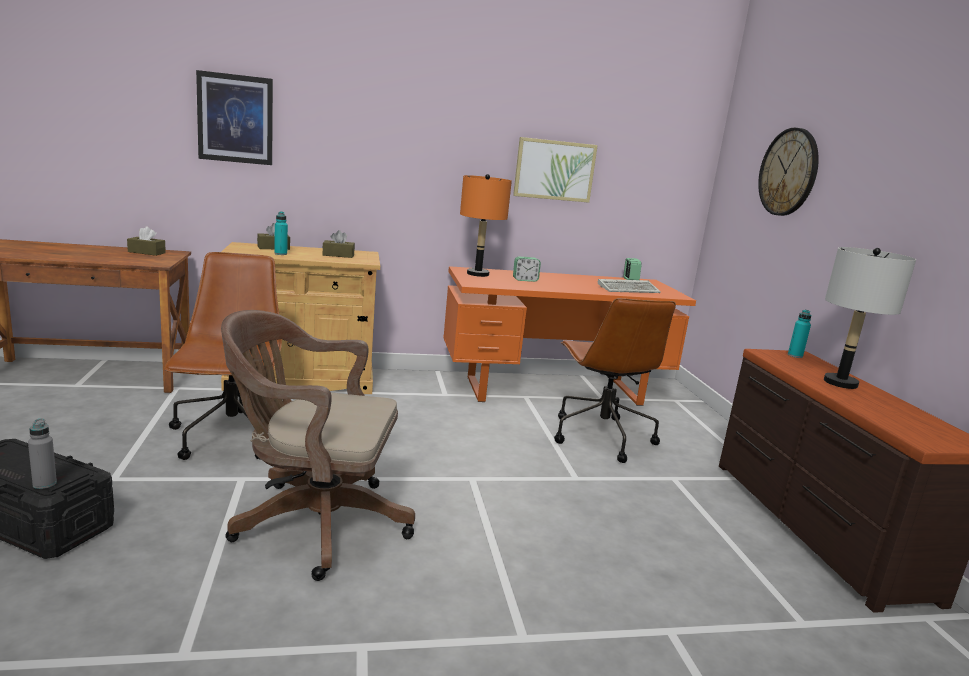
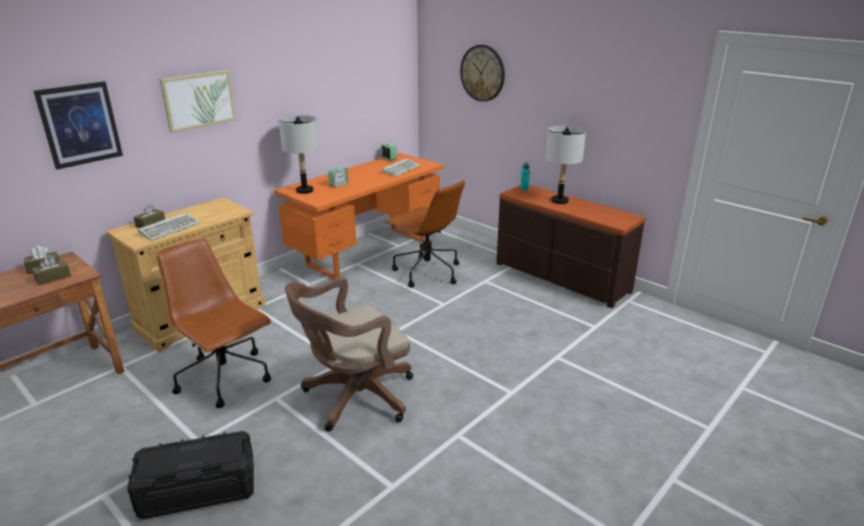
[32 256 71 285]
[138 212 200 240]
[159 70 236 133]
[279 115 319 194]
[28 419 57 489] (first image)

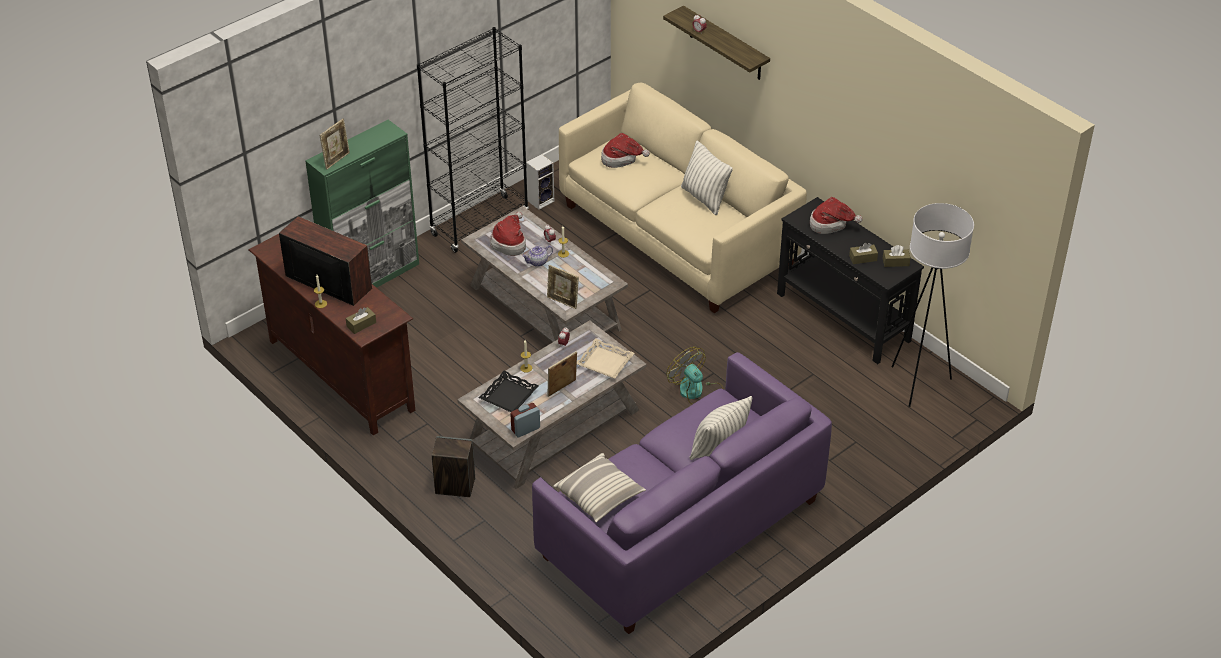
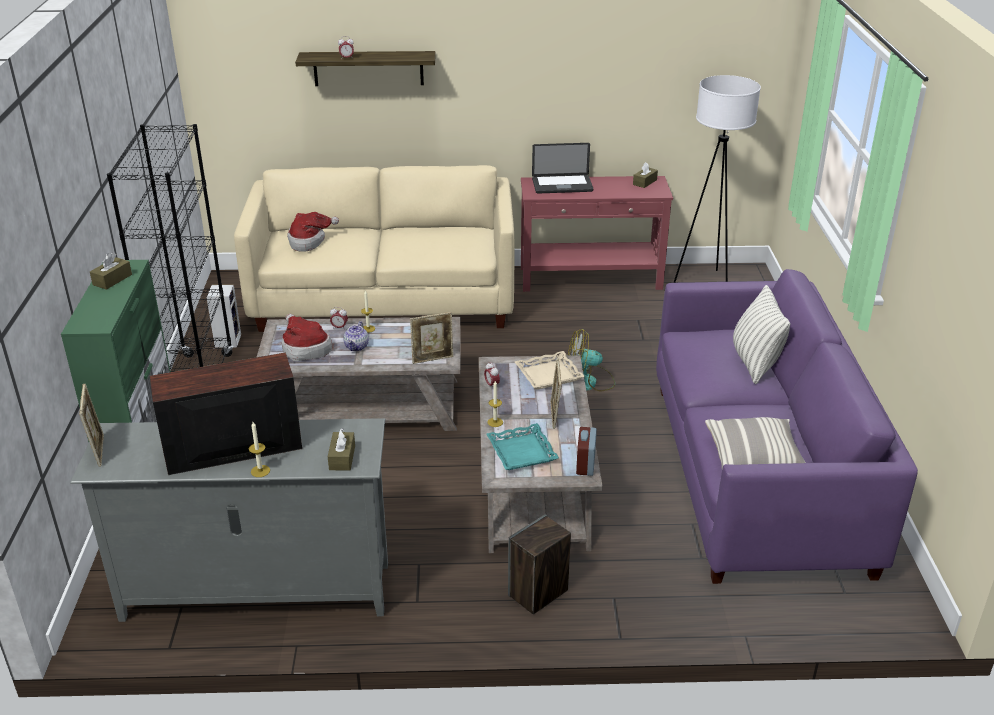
[70 418 388 622]
[79 384 104 467]
[90 253 132 290]
[486 423 559 470]
[521 176 673 292]
[532 143 593 194]
[681 141 733 215] (first image)

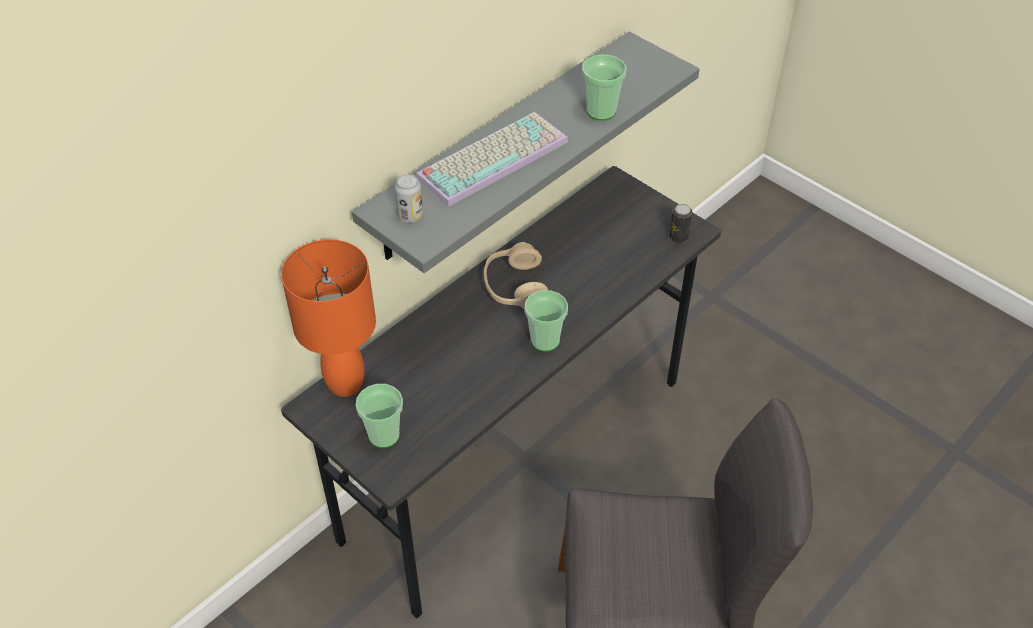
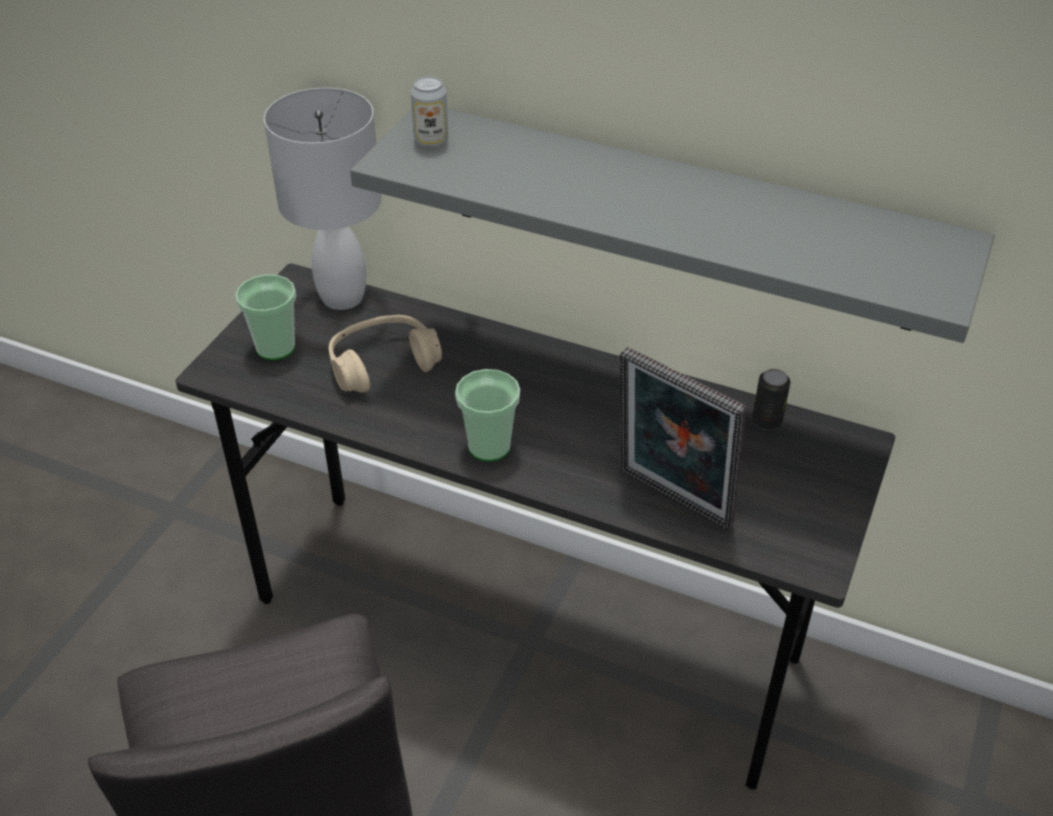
[264 88 382 310]
[329 315 442 393]
[620 347 746 530]
[752 369 790 430]
[416 112 568 207] (first image)
[582 55 626 121] (first image)

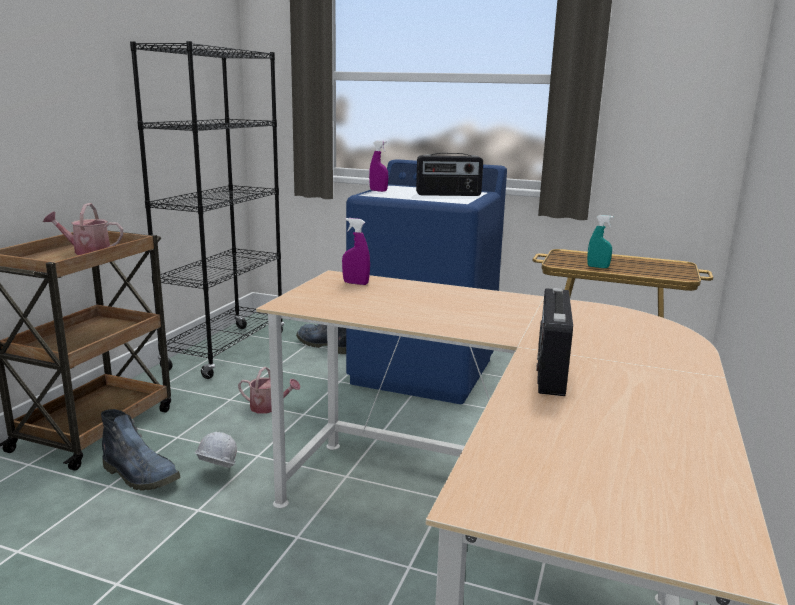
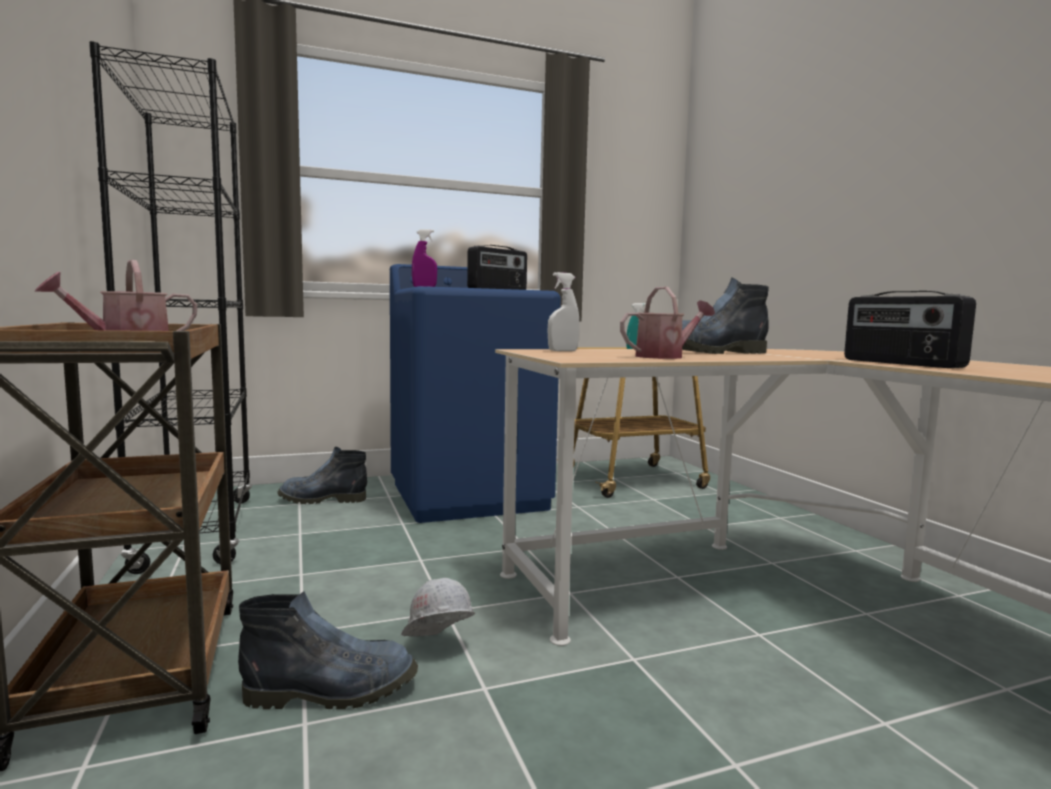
[547 272 579 351]
[620 287 715 359]
[682 277 769 354]

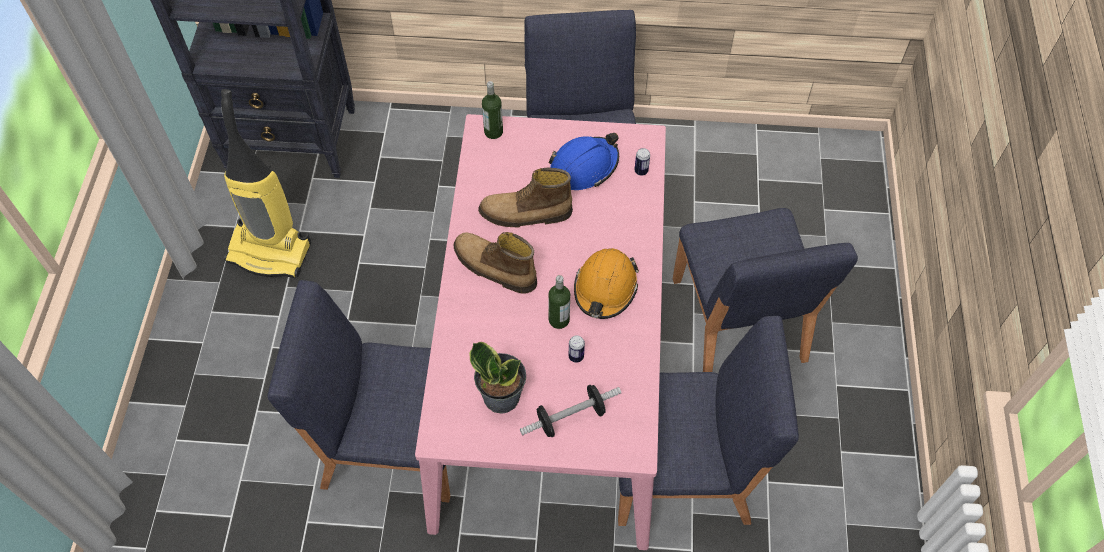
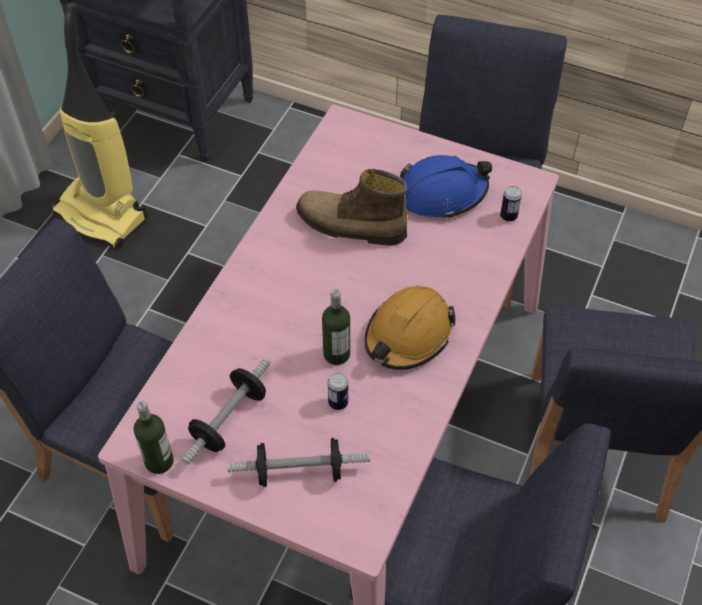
[134 401 174 474]
[182 358 271 465]
[454 232 537 294] (first image)

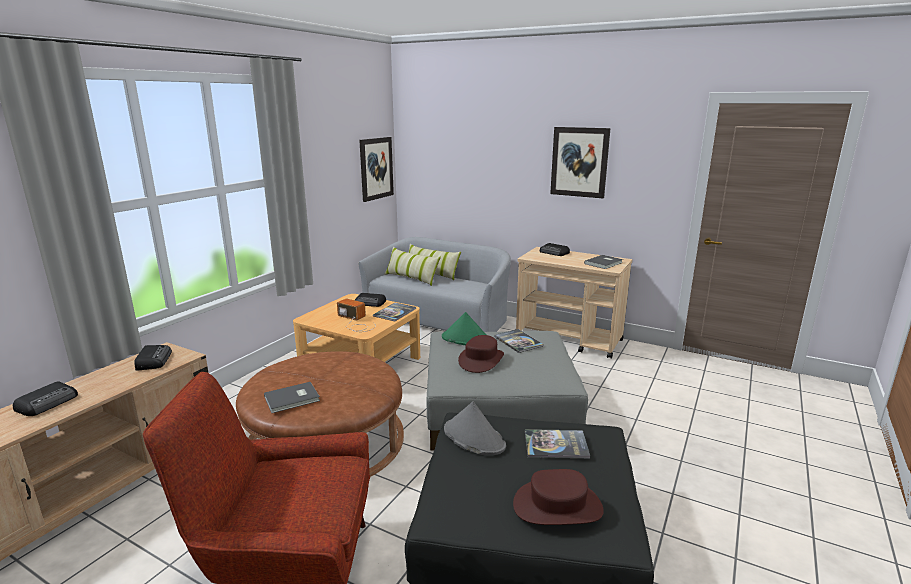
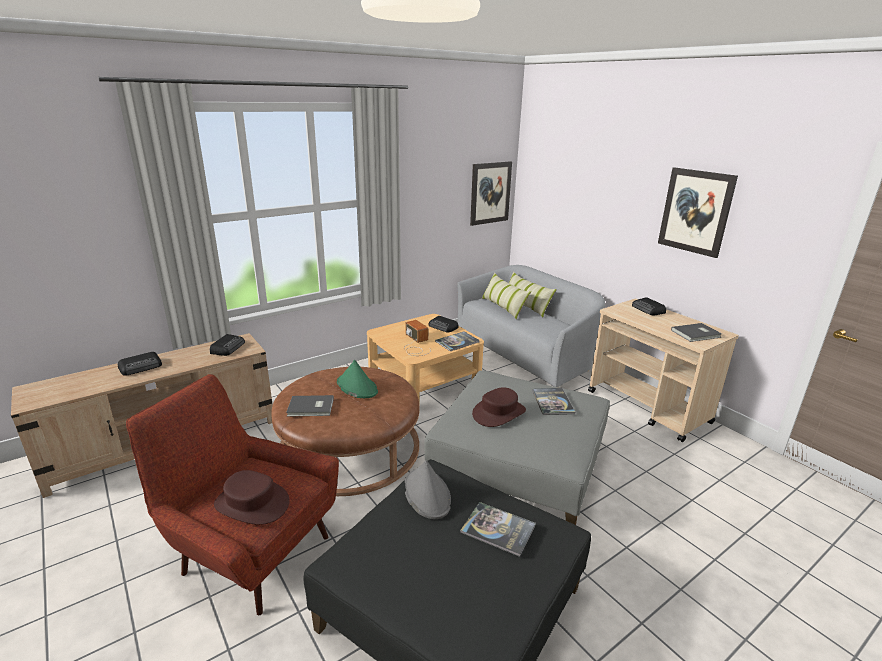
[214 470 290 525]
[337 360 378 398]

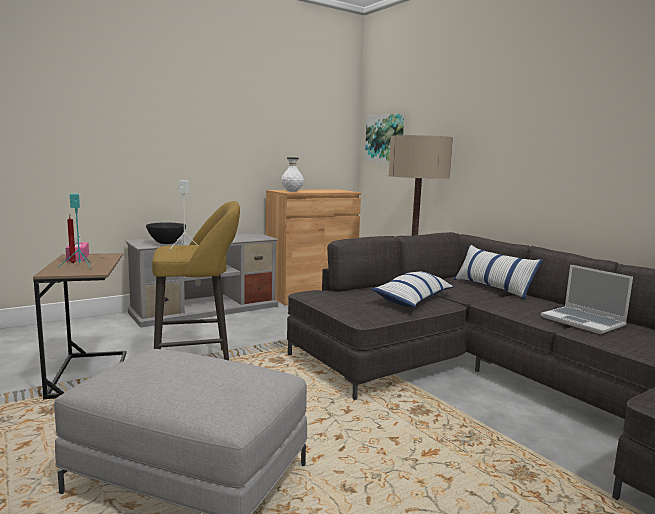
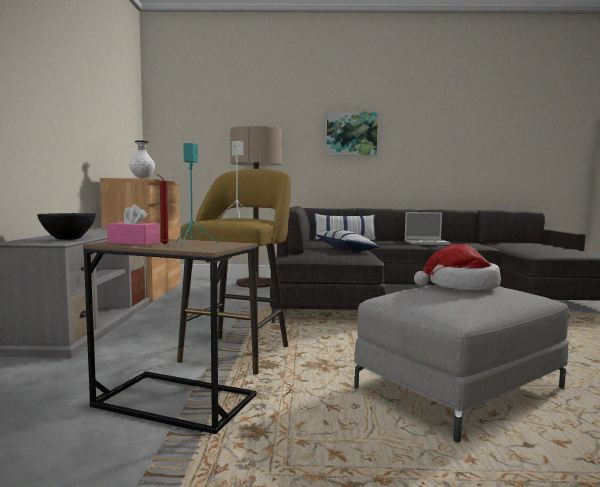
[326 111 378 156]
[414 244 501 290]

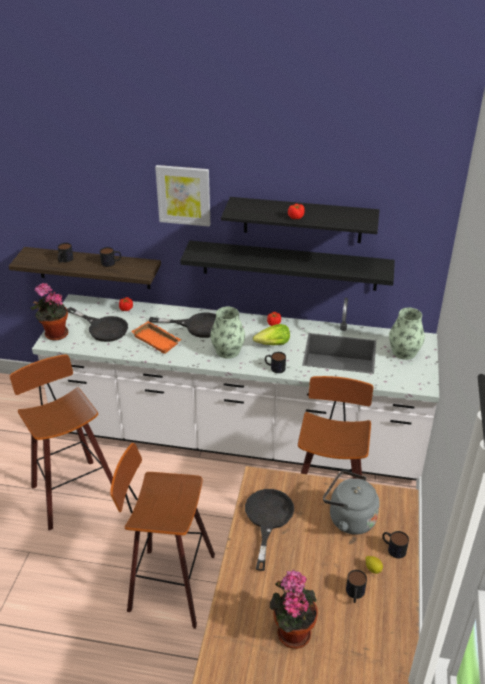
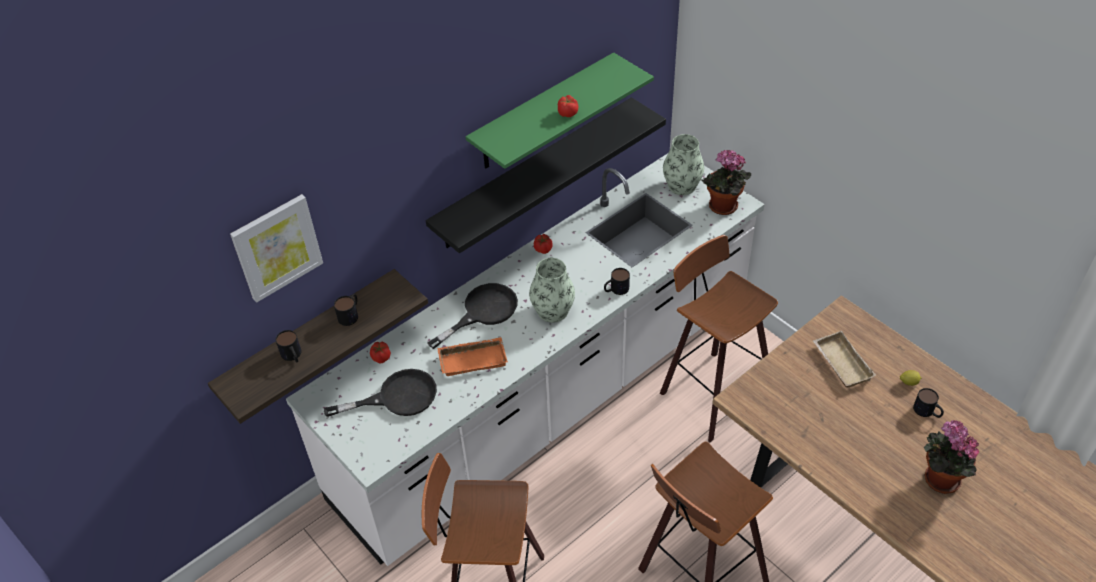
[230 194 323 303]
[465 52 654 169]
[701 150 751 215]
[813 331 876 388]
[245 489 294 571] (first image)
[253 324 290 345] (first image)
[382 531 409 558] (first image)

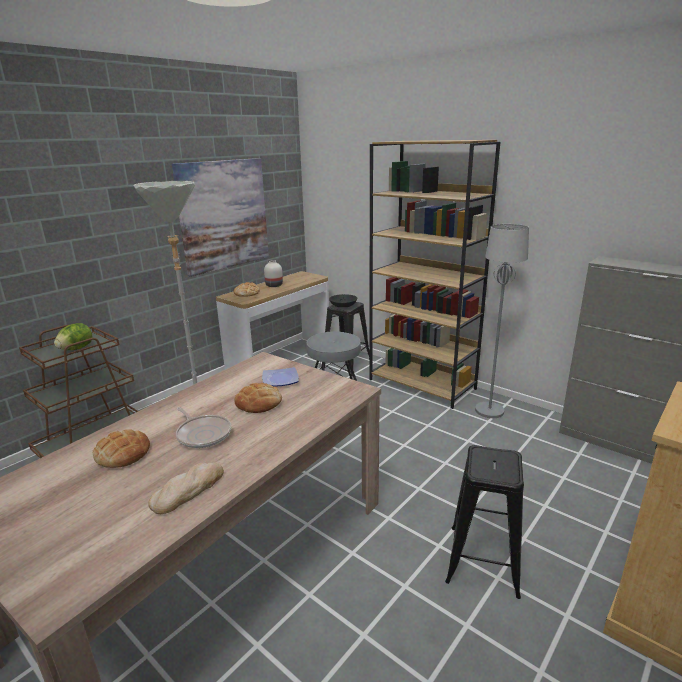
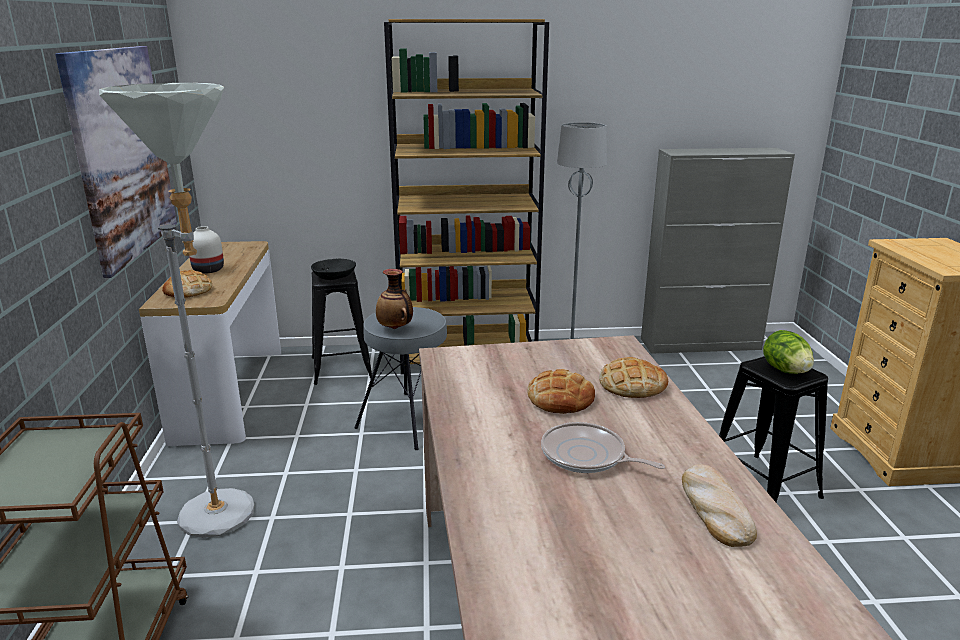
[376 269 413 329]
[541 422 665 473]
[599 357 668 398]
[763 330 814 374]
[262 367 299 387] (first image)

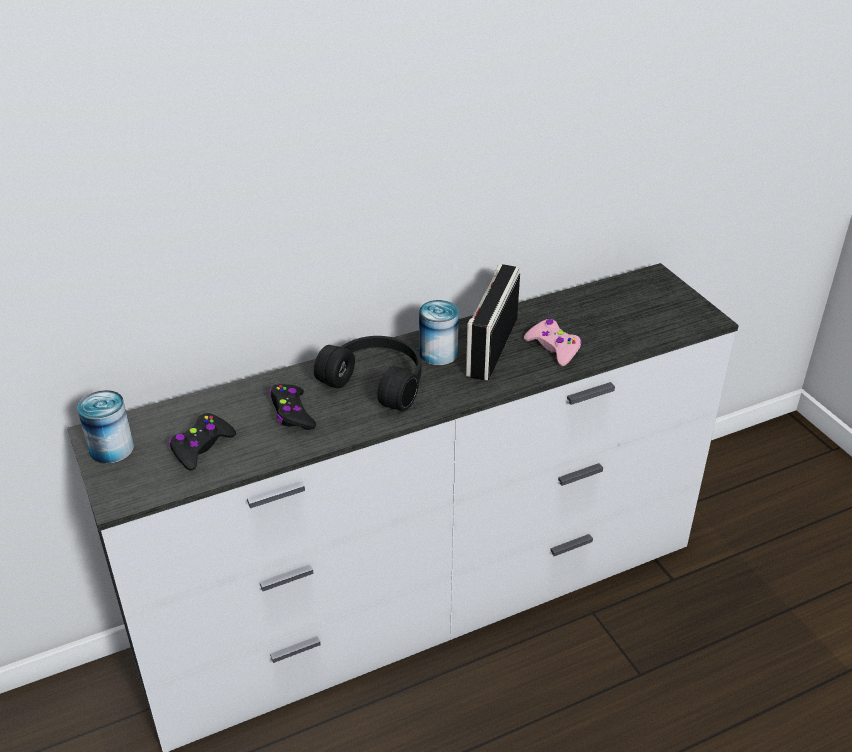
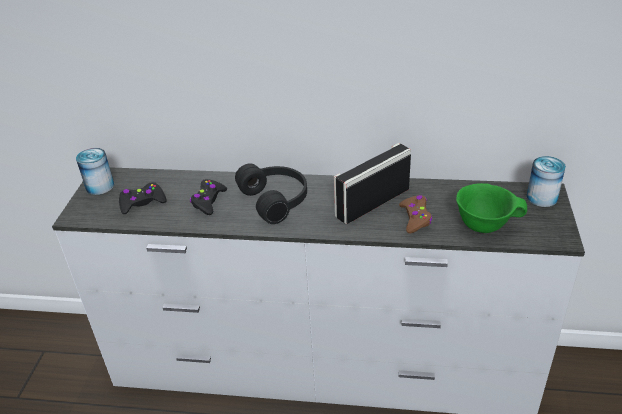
[399 195 432 233]
[456 183 527 233]
[526 156 566 207]

